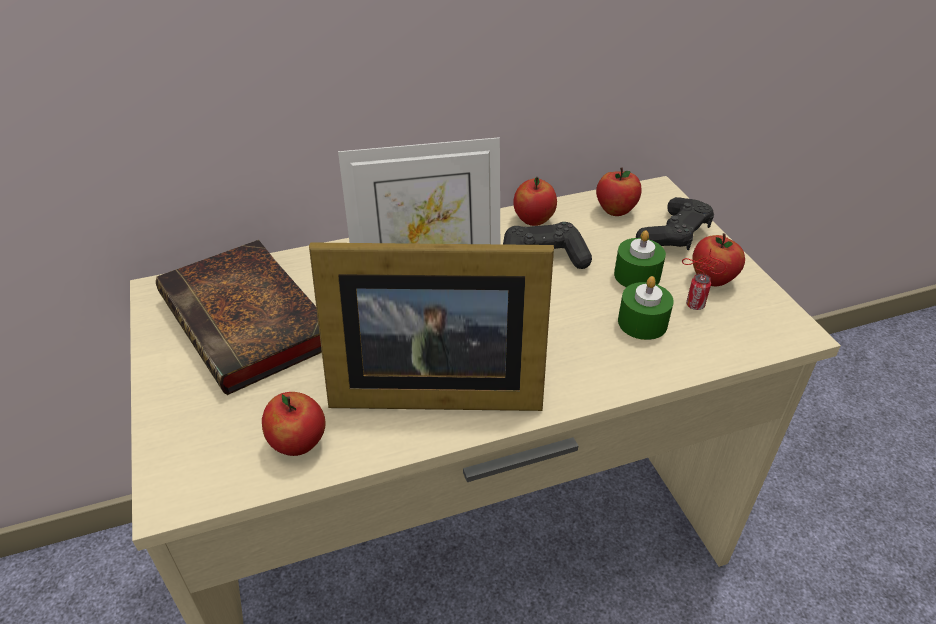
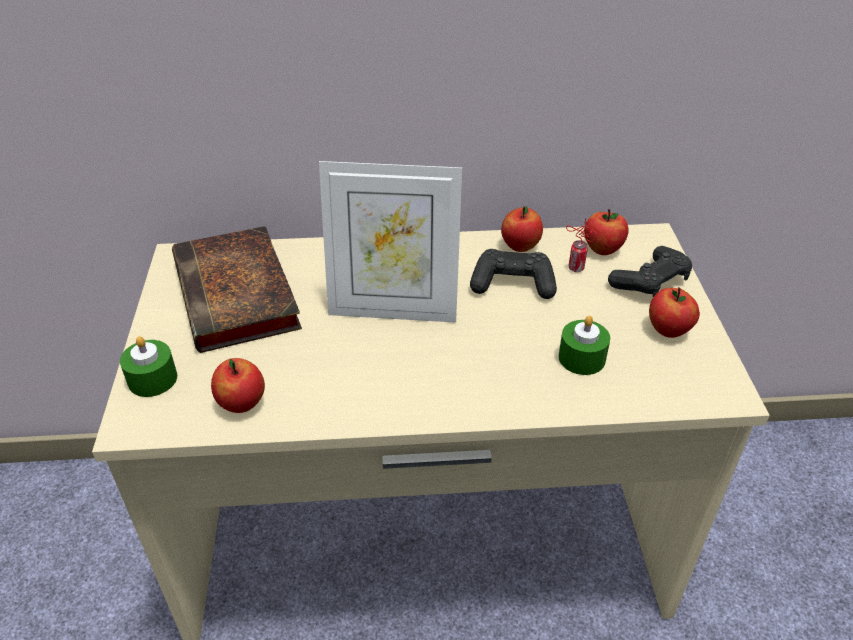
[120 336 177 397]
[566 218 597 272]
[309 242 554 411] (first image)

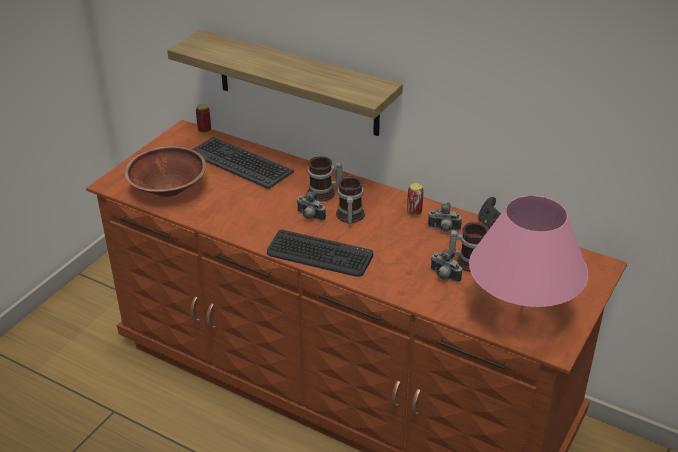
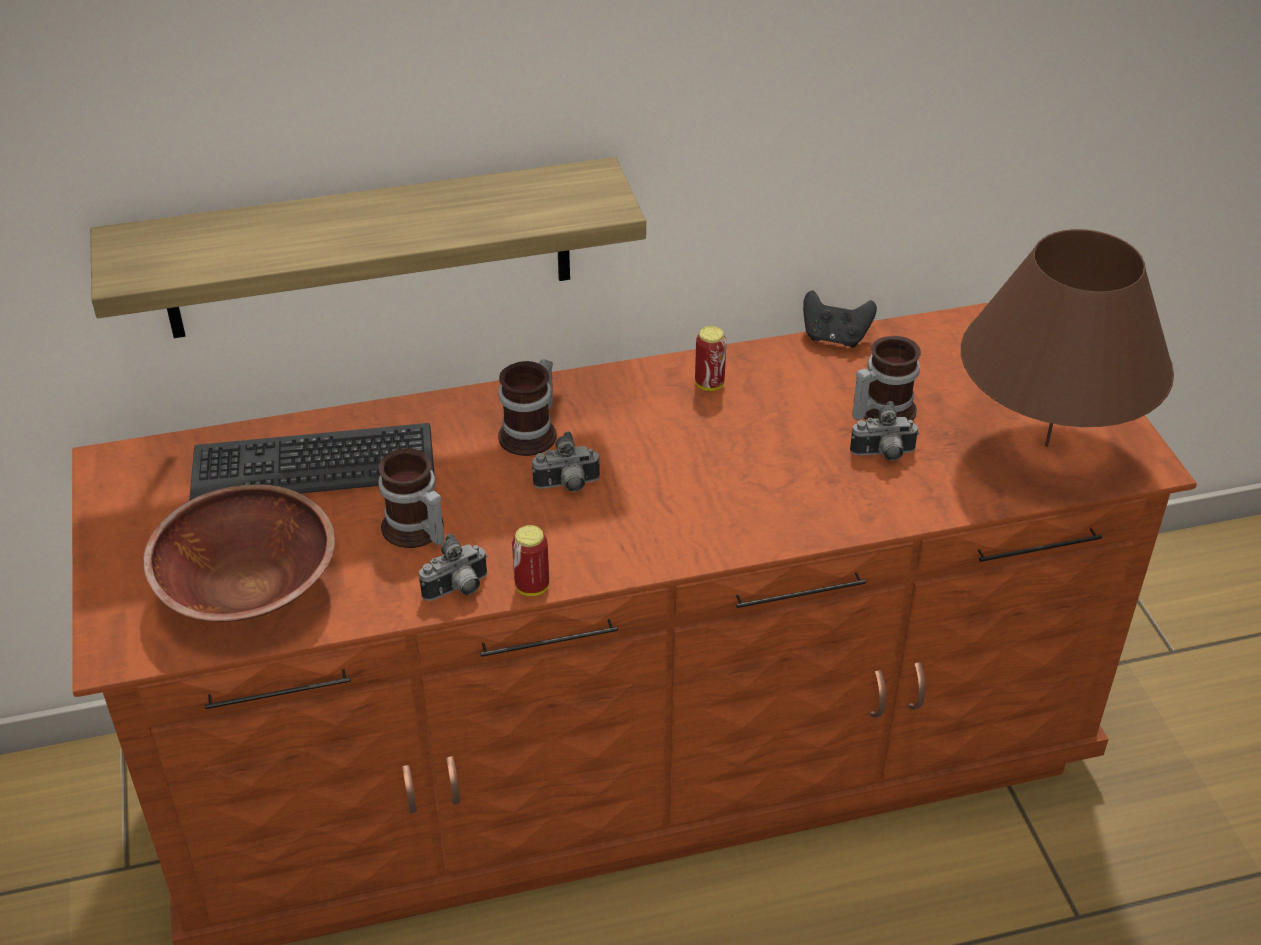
[378 448 444 548]
[419 534 488 601]
[512 525 549 596]
[961 229 1174 447]
[267 230 373 277] (first image)

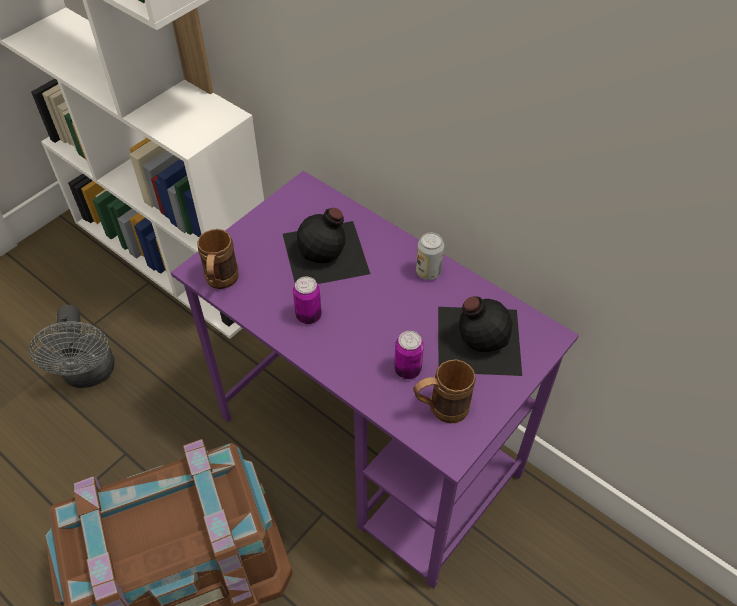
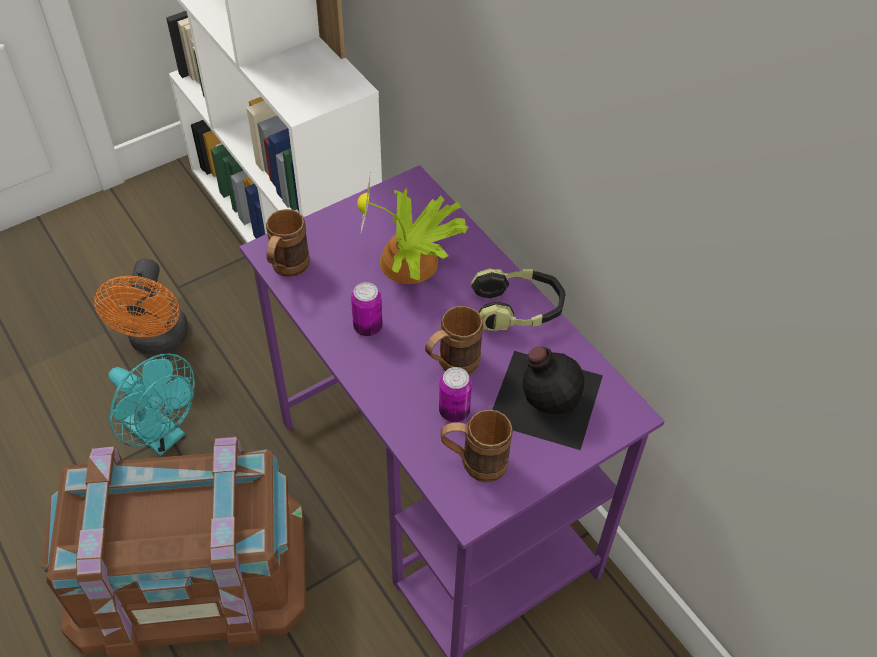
[94 259 188 355]
[109 354 195 456]
[357 173 469 284]
[425 306 483 374]
[471 269 565 332]

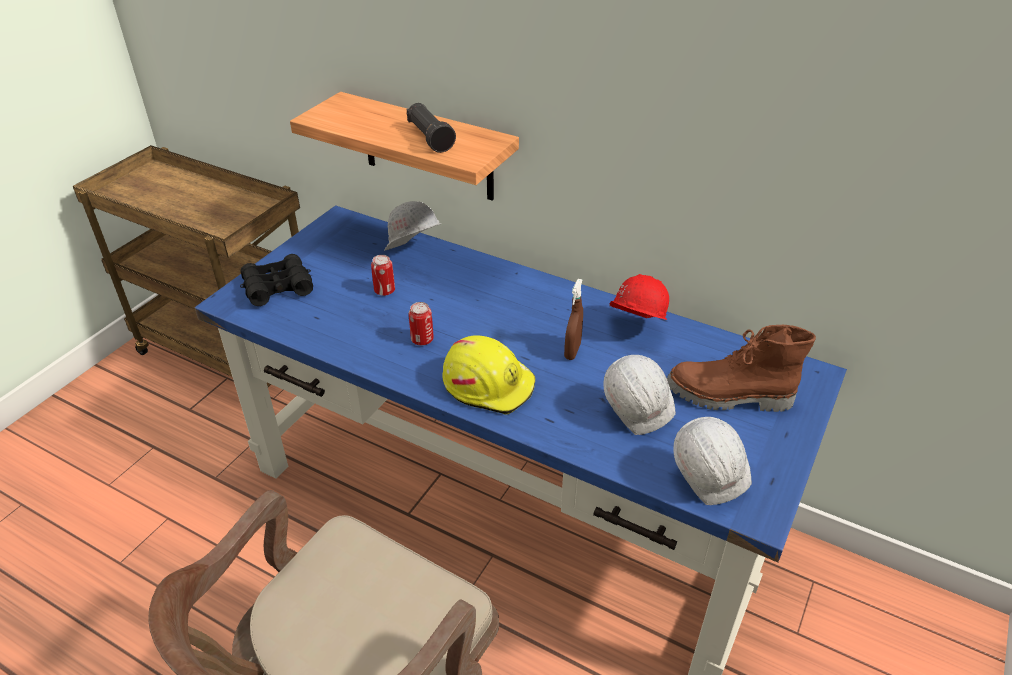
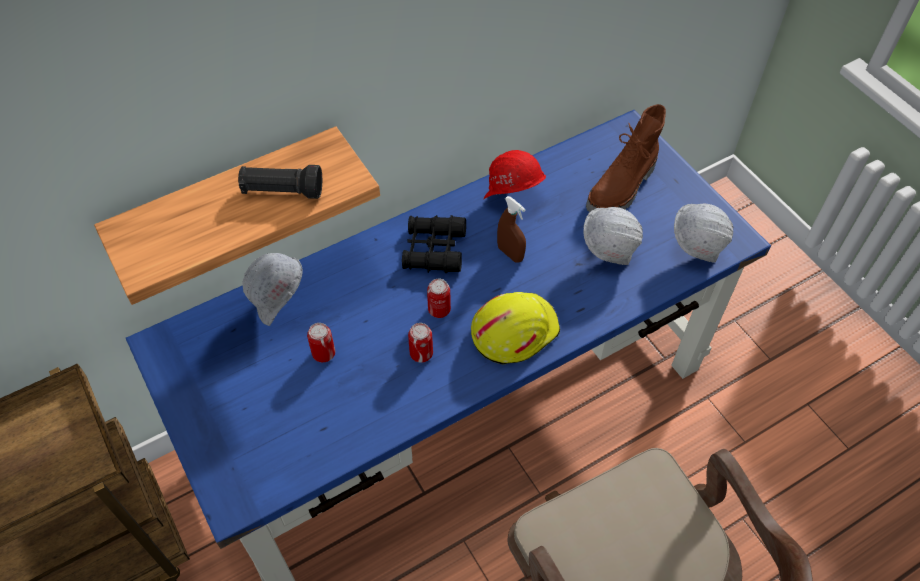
[402 215 466 273]
[427 279 451 318]

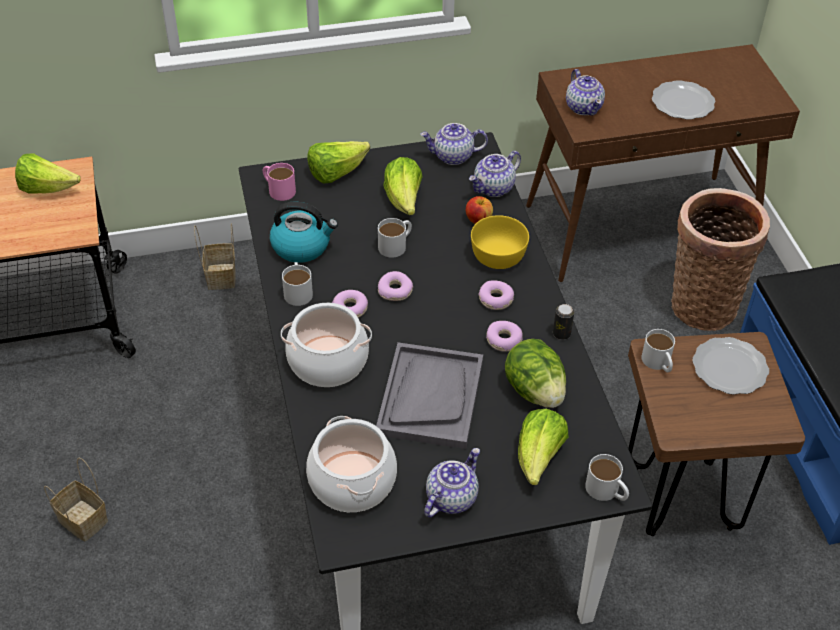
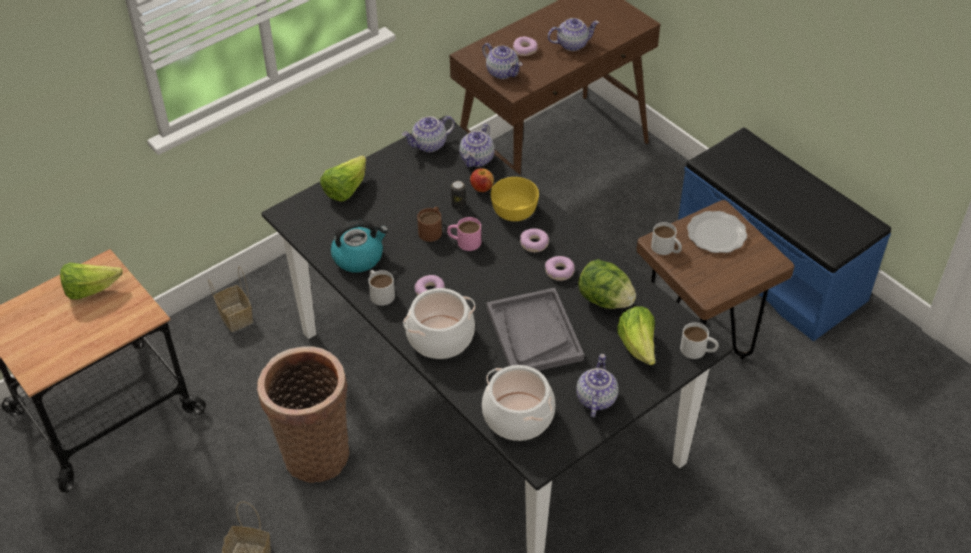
[257 346 349 483]
[417 207 442 242]
[447 217 481 251]
[451 181 466 210]
[513 37 538 56]
[548 18 599 51]
[383 157 423 215] (first image)

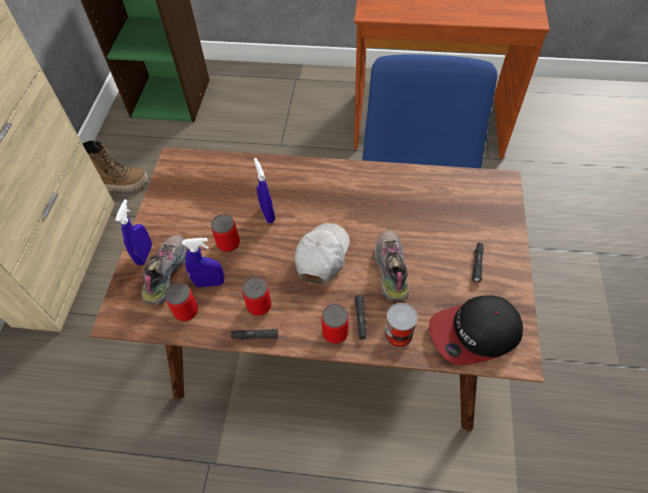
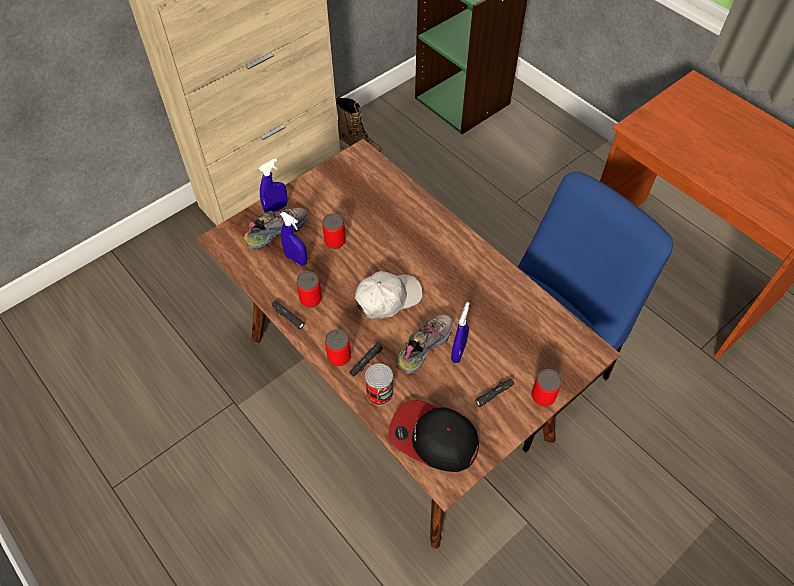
[451 302 470 363]
[531 369 562 406]

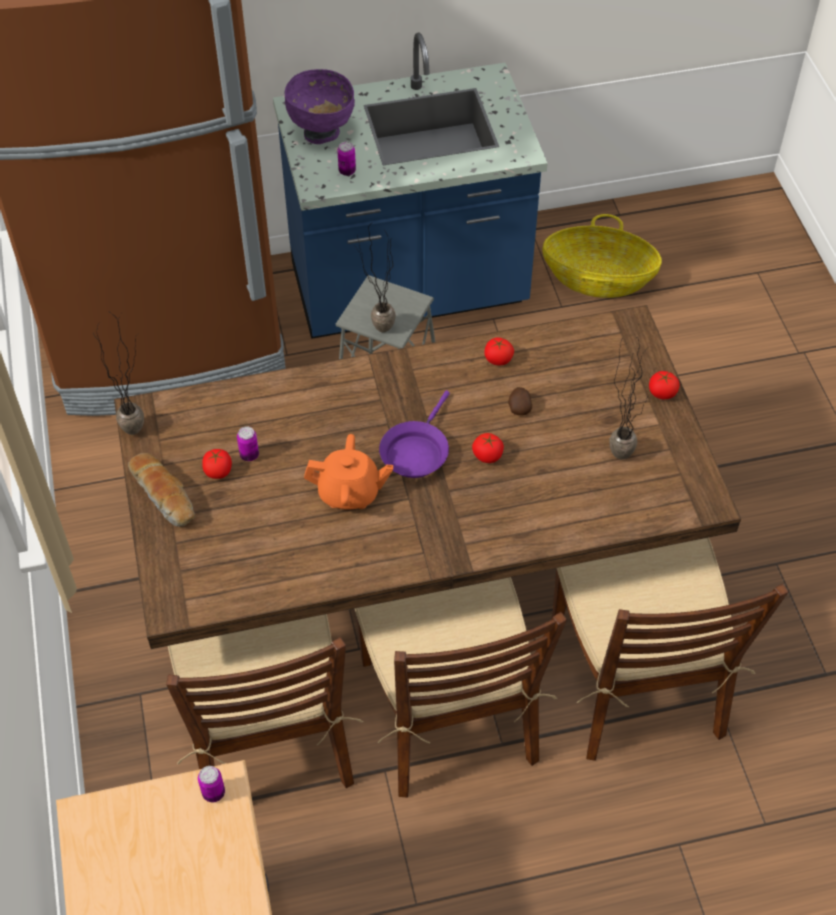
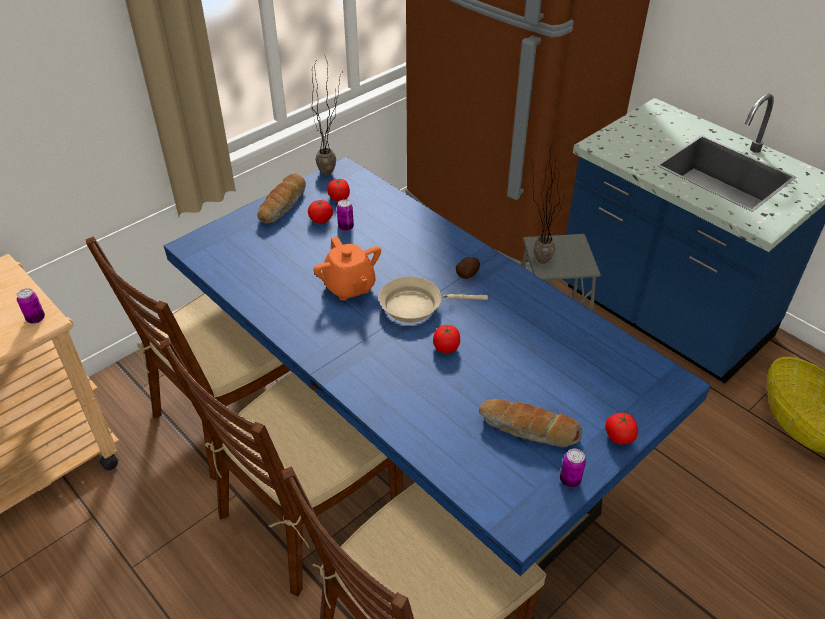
[163 156 711 576]
[327 179 350 201]
[379 276 488 323]
[456 257 480 279]
[479 399 582 447]
[560 449 586 487]
[285 69 355 144] (first image)

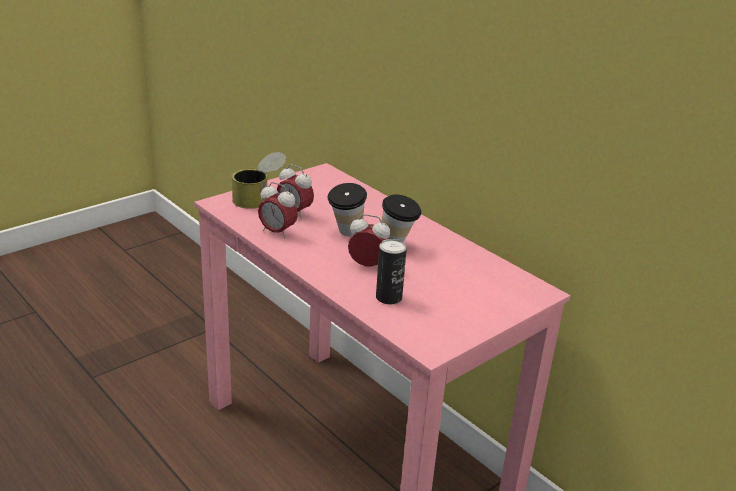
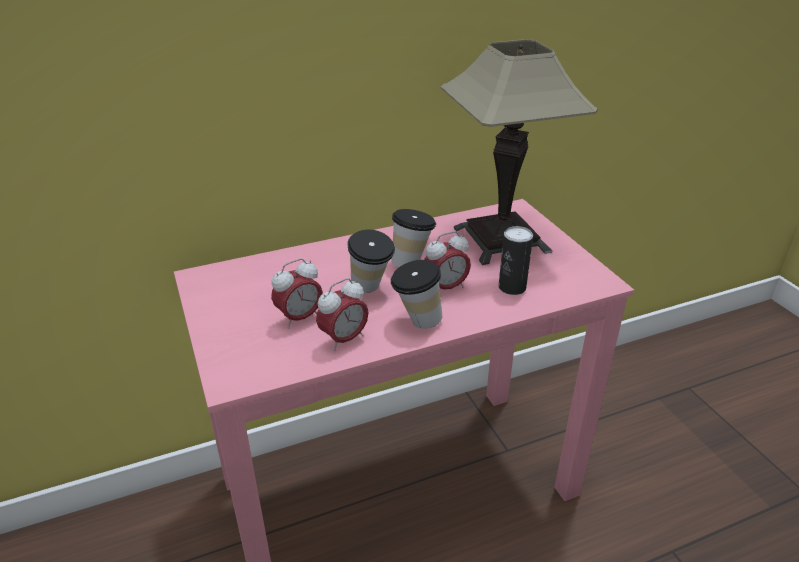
[391 260 442 329]
[424 231 471 290]
[440 39 598 265]
[231 152 286 209] (first image)

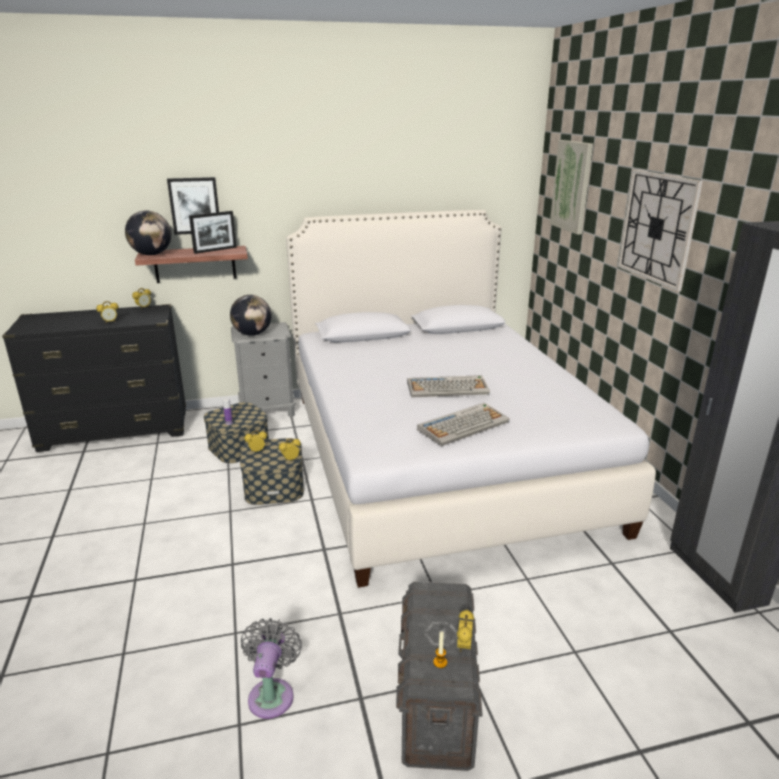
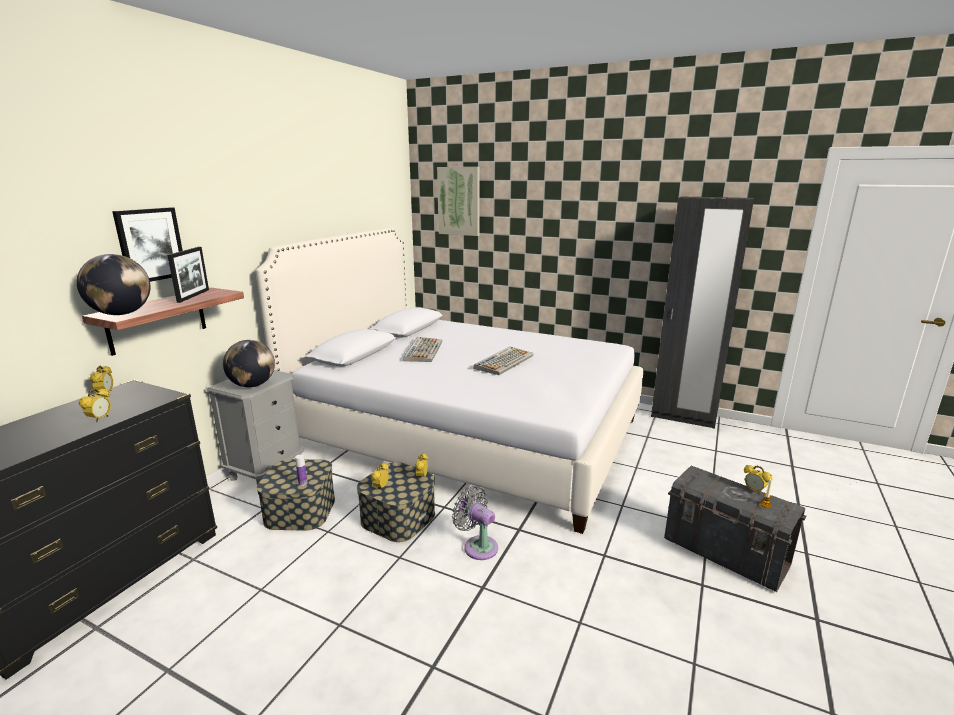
[403 337 442 362]
[452 486 498 560]
[618 170 703 292] (first image)

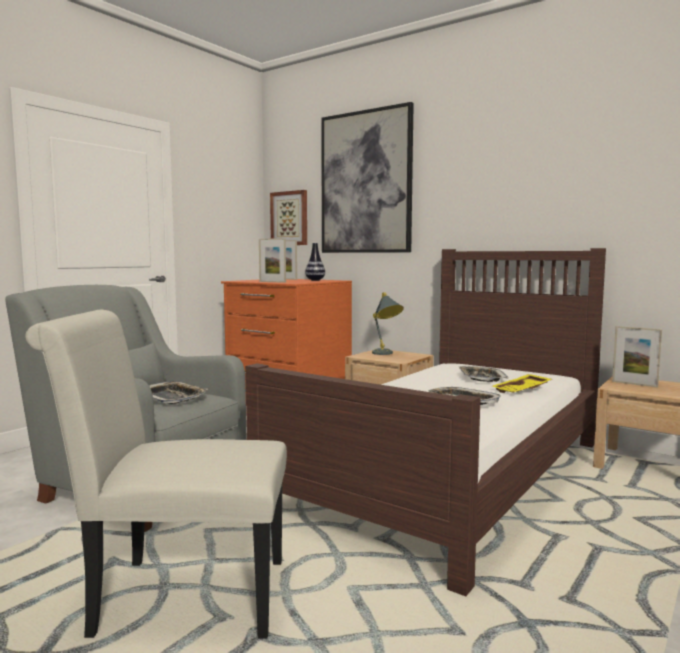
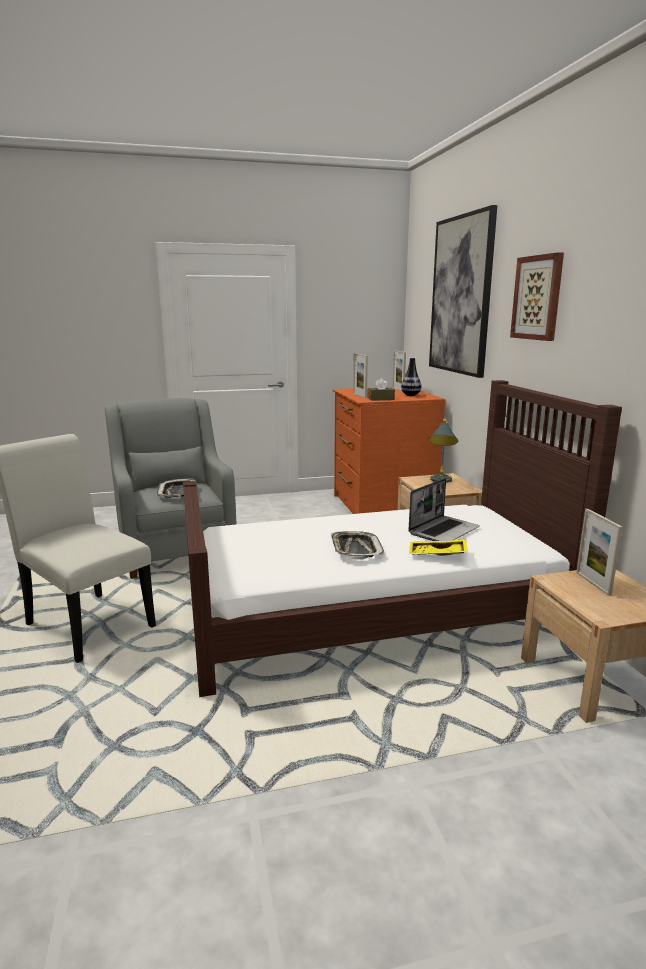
[368 378 395 401]
[408 478 480 541]
[510 252 564 341]

